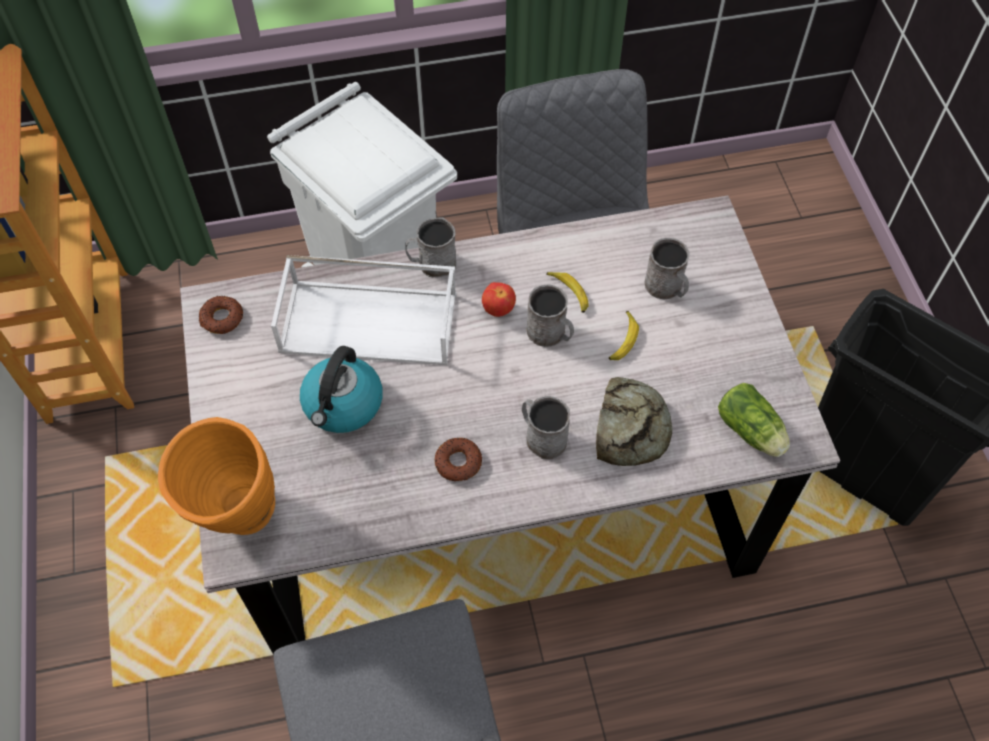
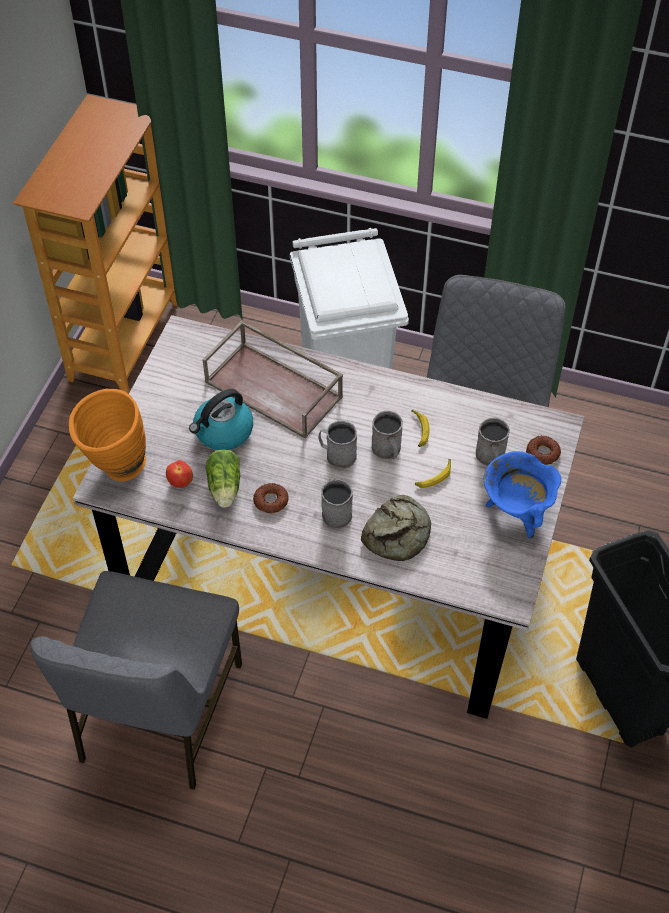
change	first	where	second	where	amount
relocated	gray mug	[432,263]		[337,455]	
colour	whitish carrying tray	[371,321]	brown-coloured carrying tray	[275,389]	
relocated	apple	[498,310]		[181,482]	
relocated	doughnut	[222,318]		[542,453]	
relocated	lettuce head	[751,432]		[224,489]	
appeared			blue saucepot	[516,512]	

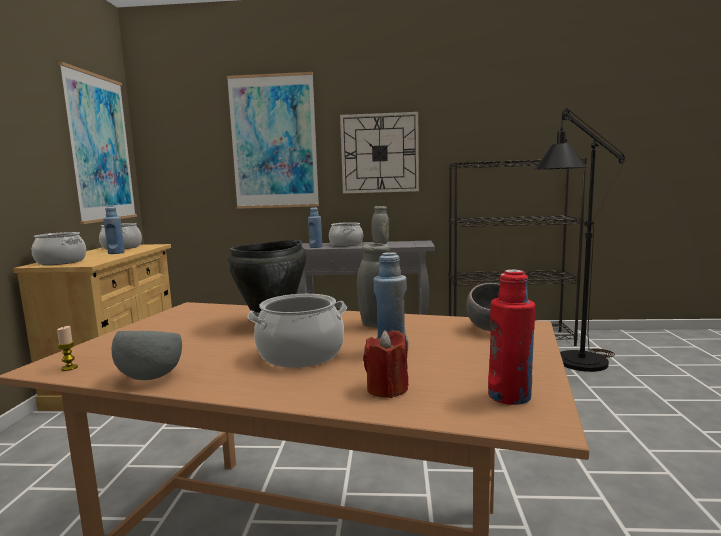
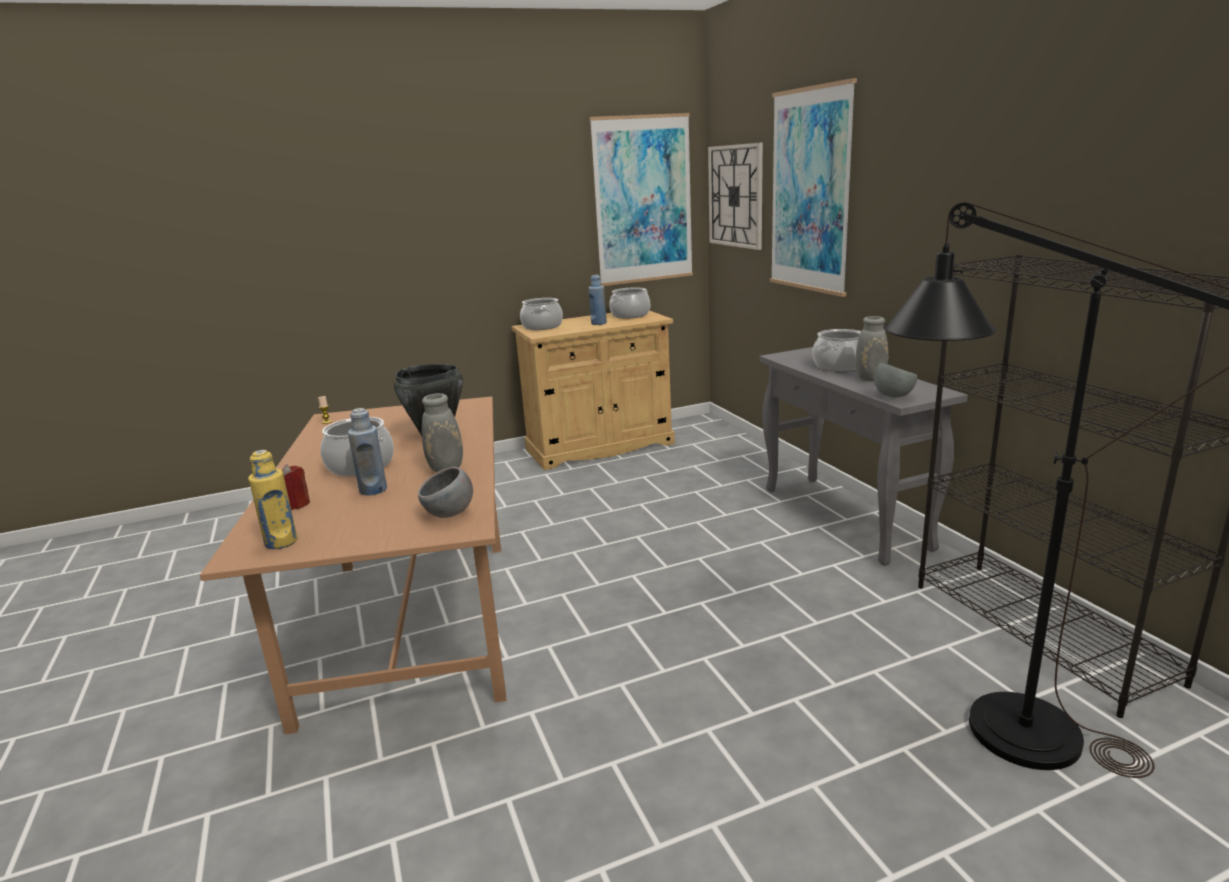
change	first	where	second	where	amount
relocated	clock on the wall	[379,153]		[735,196]	
missing	blue bottle	[316,247]			
colour	reddish bottle	[509,396]	yellow-coloured bottle	[281,542]	
relocated	gray bowl	[150,378]		[893,396]	

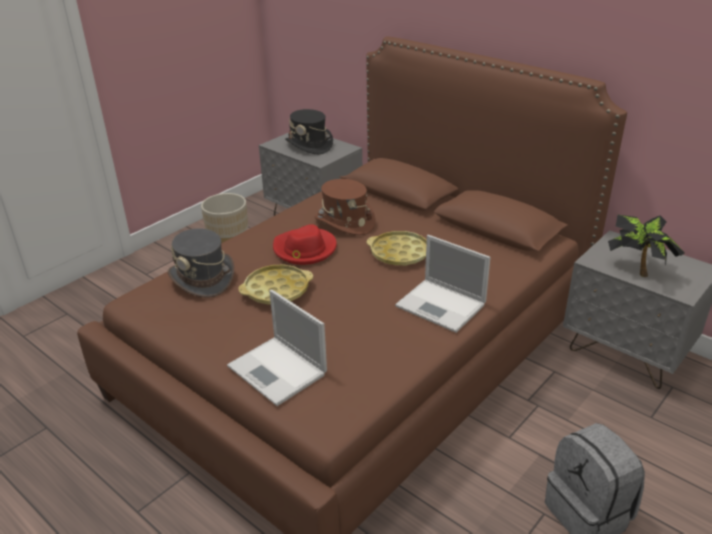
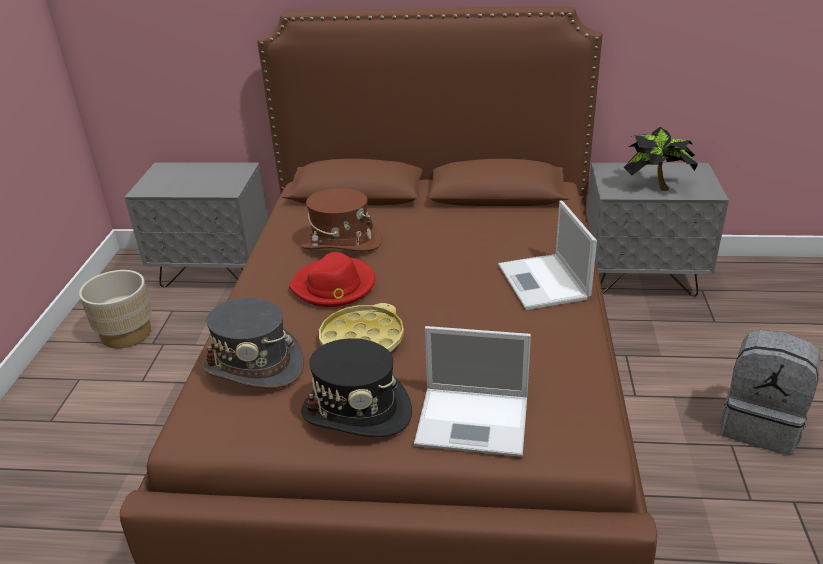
change	first	where	second	where	amount
relocated	blackish wearable hat	[309,145]		[357,411]	
missing	yellow-coloured carrying tray	[400,253]			
spun	notebook computer	[442,306]		[544,283]	75 degrees clockwise

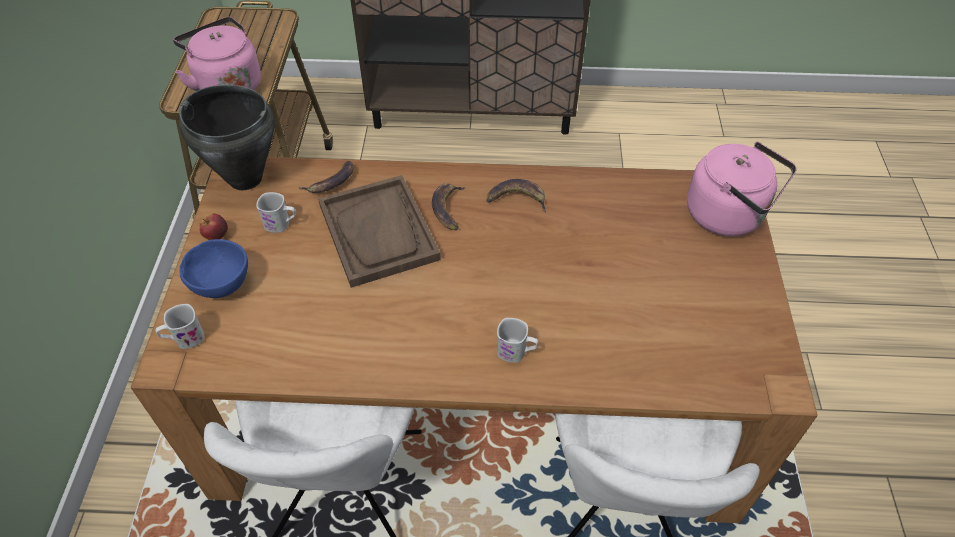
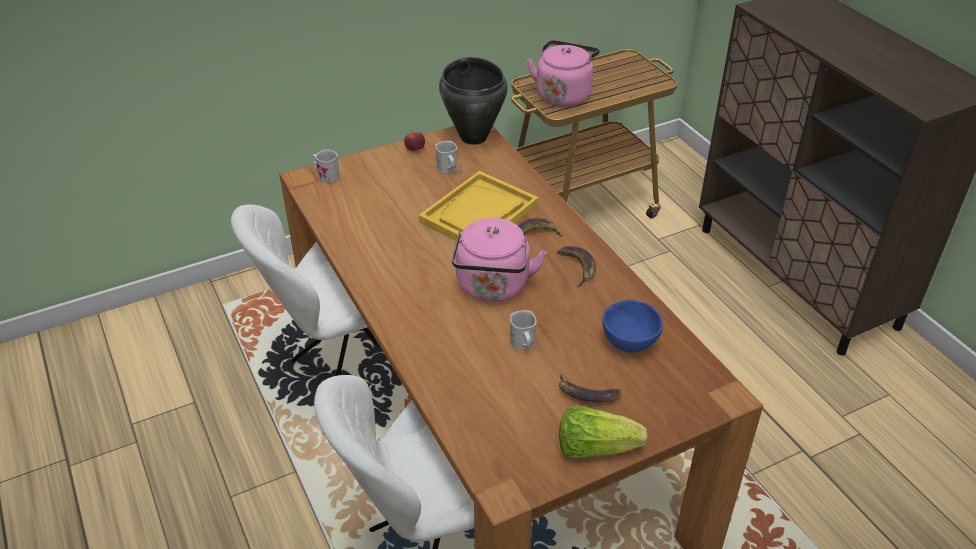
change	first	where	second	where	amount
relocated	pinkish tea kettle	[729,215]		[493,287]	
relocated	banana fruit	[331,182]		[587,394]	
colour	brown-coloured carrying tray	[378,232]	yellow-coloured carrying tray	[479,214]	
relocated	blue bowl	[221,283]		[630,341]	
relocated	whitish mug	[516,352]		[523,345]	
appeared			lettuce head	[595,448]	

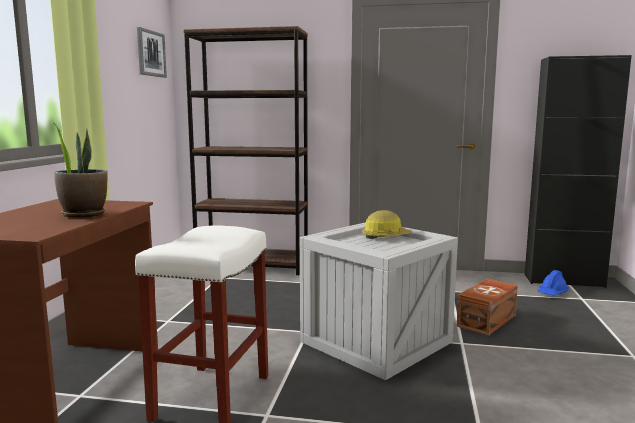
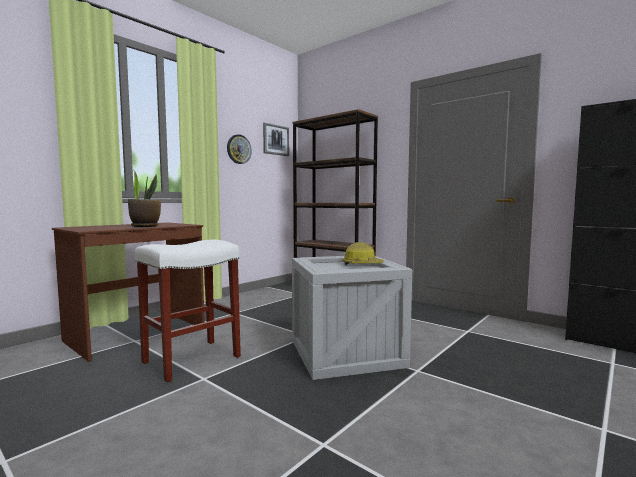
change	first	where	second	where	amount
missing	blue work helmet	[552,293]			
missing	brown-coloured storage bin	[488,320]			
appeared			clock on the wall	[238,149]	

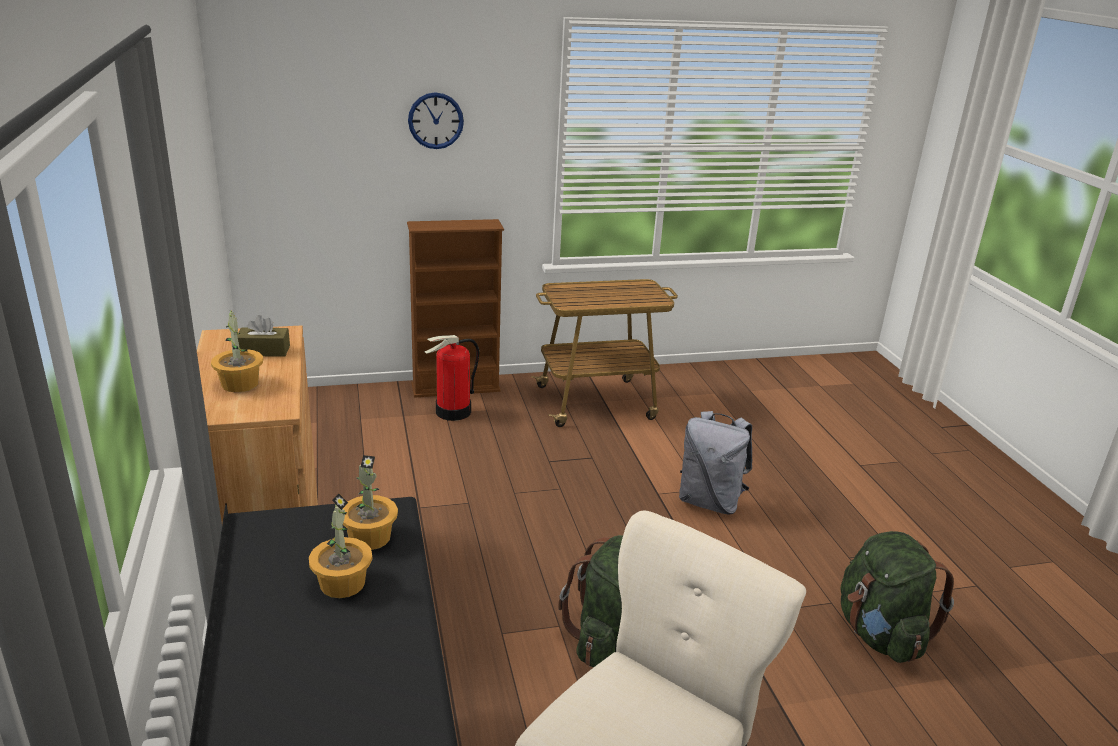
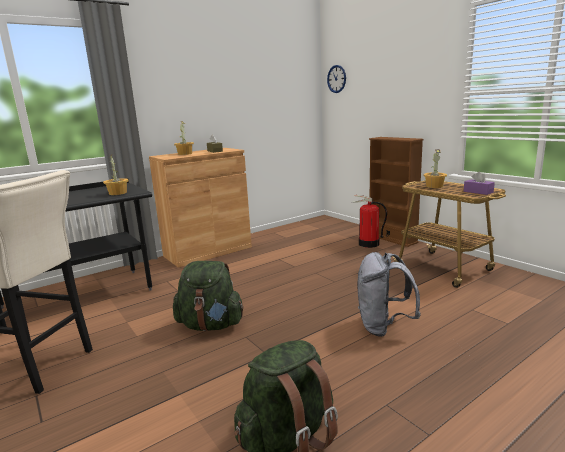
change	first	where	second	where	amount
relocated	clock on the wall	[435,120]		[336,79]	
relocated	plant in a pot	[341,583]		[434,186]	
appeared			purple box of tissues	[478,192]	

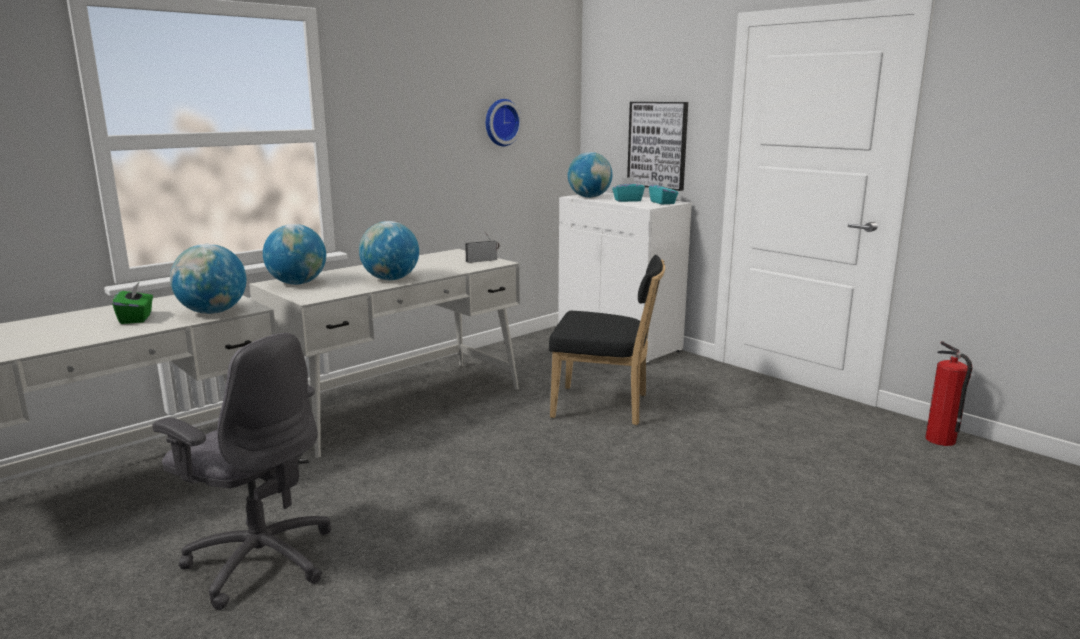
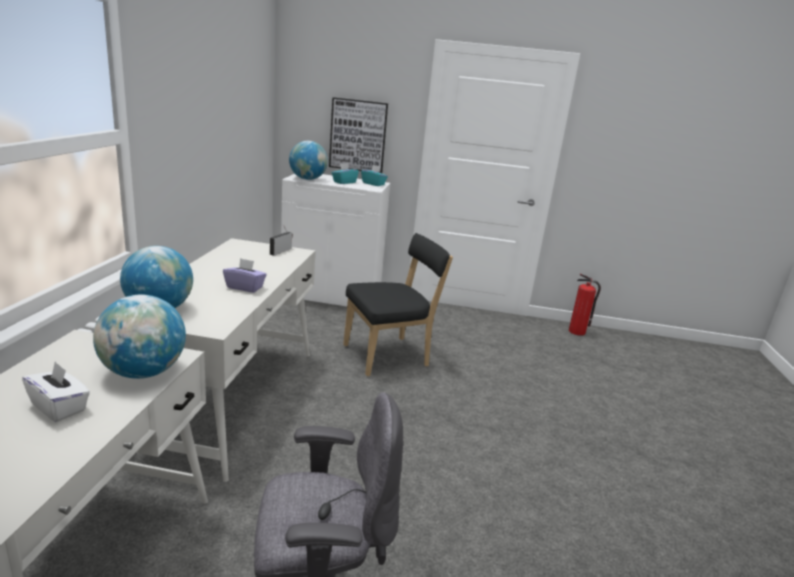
change	first	where	second	where	amount
missing	clock on the wall	[500,122]			
exchanged	desk globe	[390,279]	purple box of tissues	[245,287]	
colour	green box of tissues	[136,318]	whitish box of tissues	[59,407]	

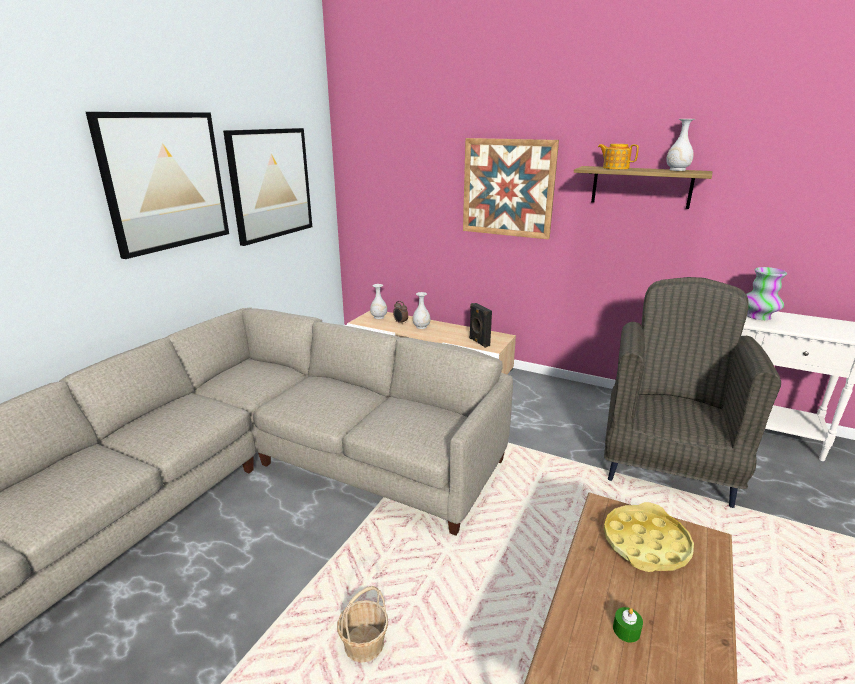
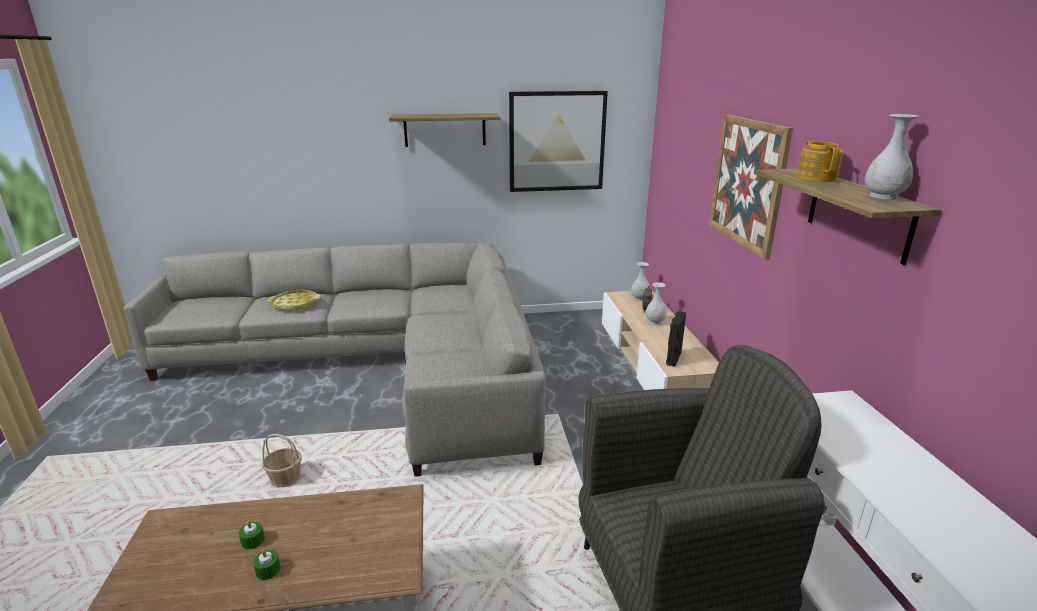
change	first	where	second	where	amount
exchanged	picture	[165,181]	bracket shelf	[445,130]	
missing	decorative vase	[758,316]			
relocated	yellow-coloured carrying tray	[645,543]		[295,303]	
appeared			green wax candle	[268,570]	

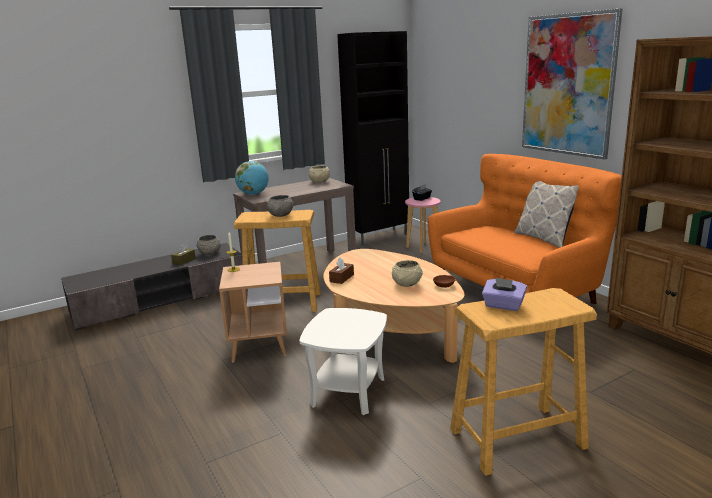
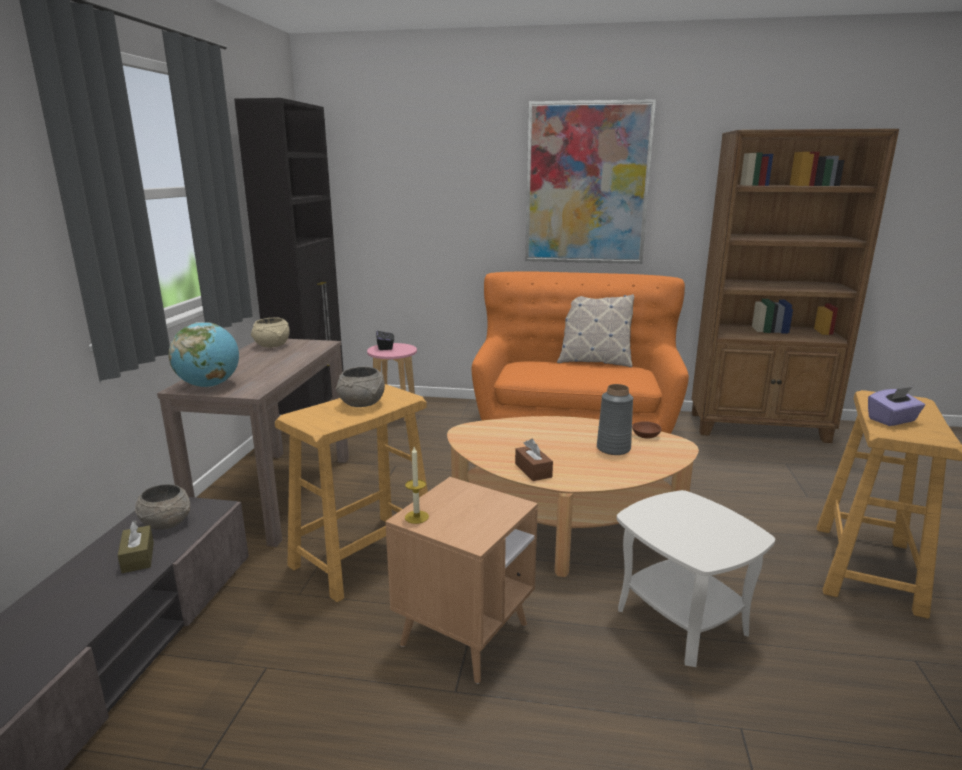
change	first	where	second	where	amount
exchanged	beige-coloured bowl	[406,284]	gray decorative vase	[613,448]	

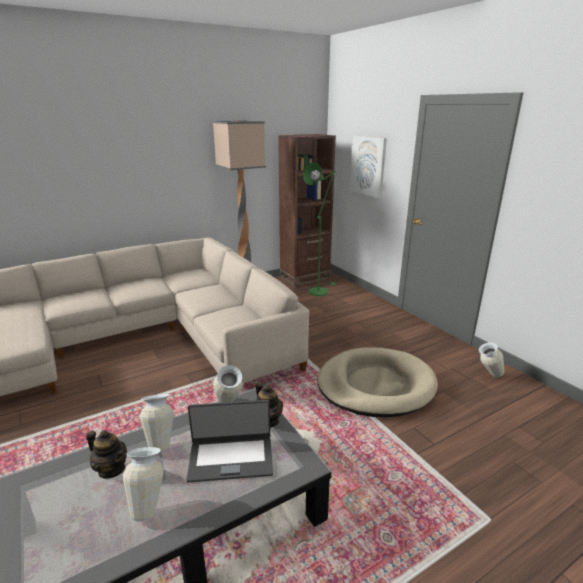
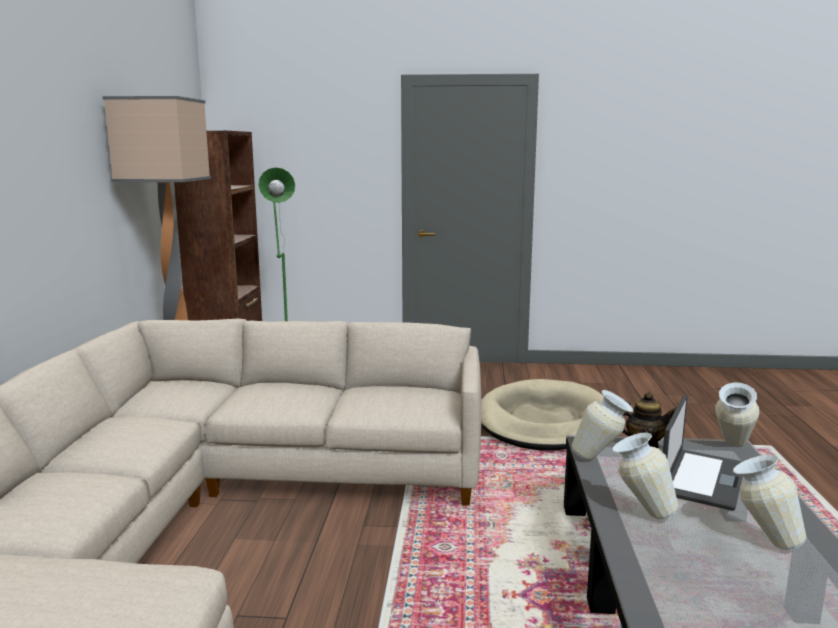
change	first	where	second	where	amount
missing	picture	[368,166]			
relocated	decorative vase	[487,375]		[731,449]	
missing	teapot	[111,469]			

